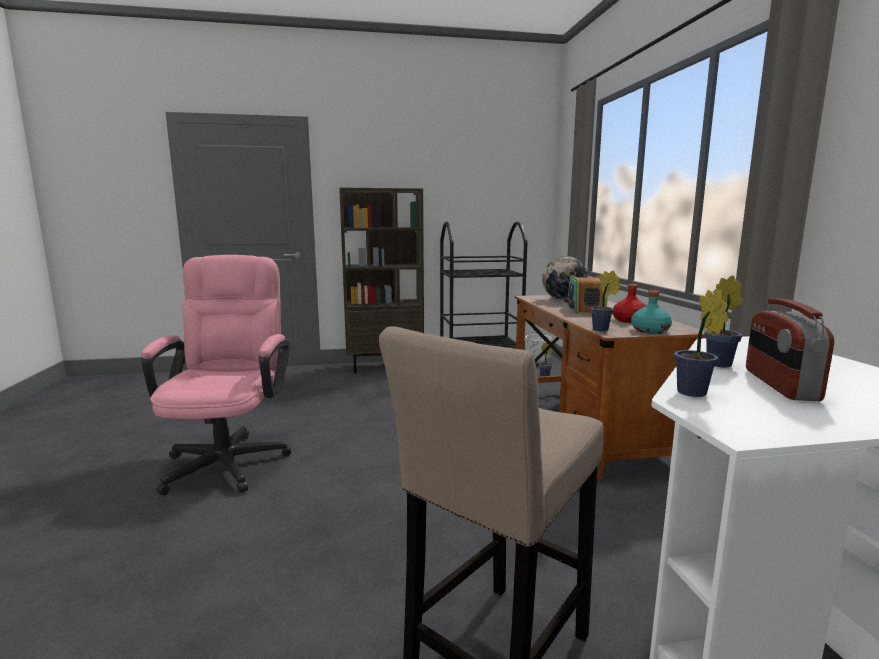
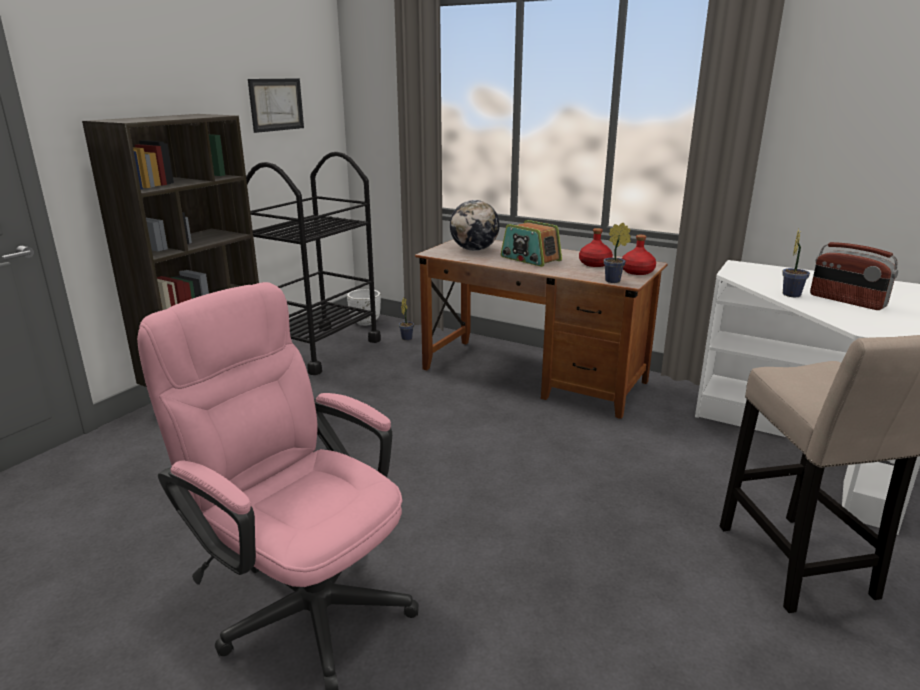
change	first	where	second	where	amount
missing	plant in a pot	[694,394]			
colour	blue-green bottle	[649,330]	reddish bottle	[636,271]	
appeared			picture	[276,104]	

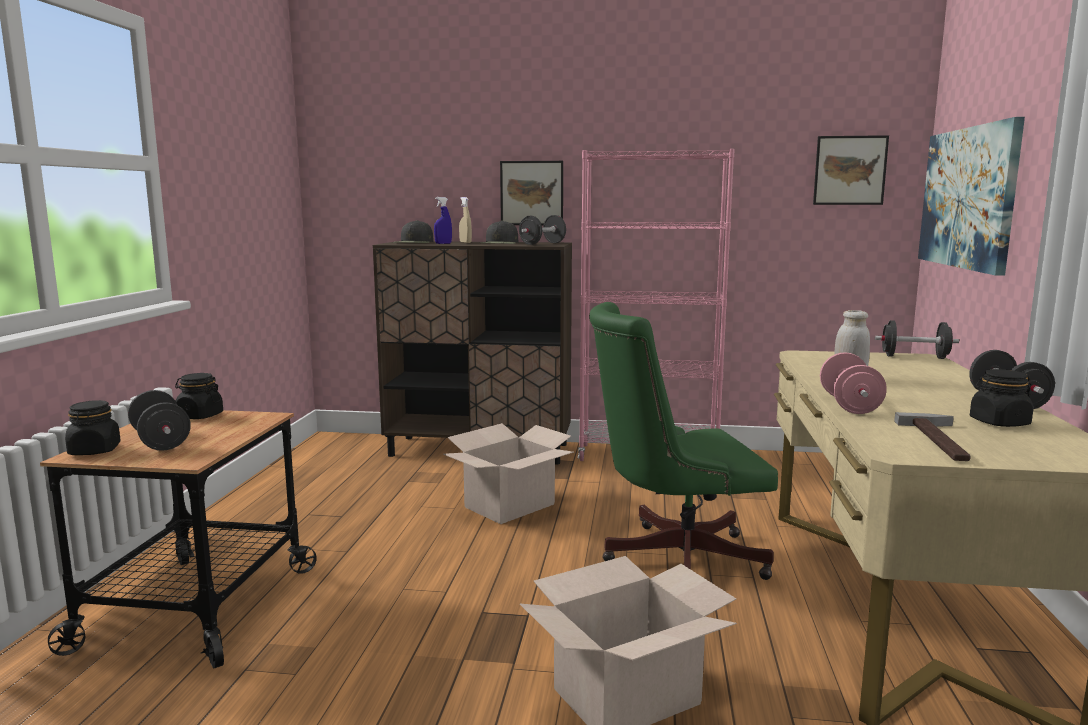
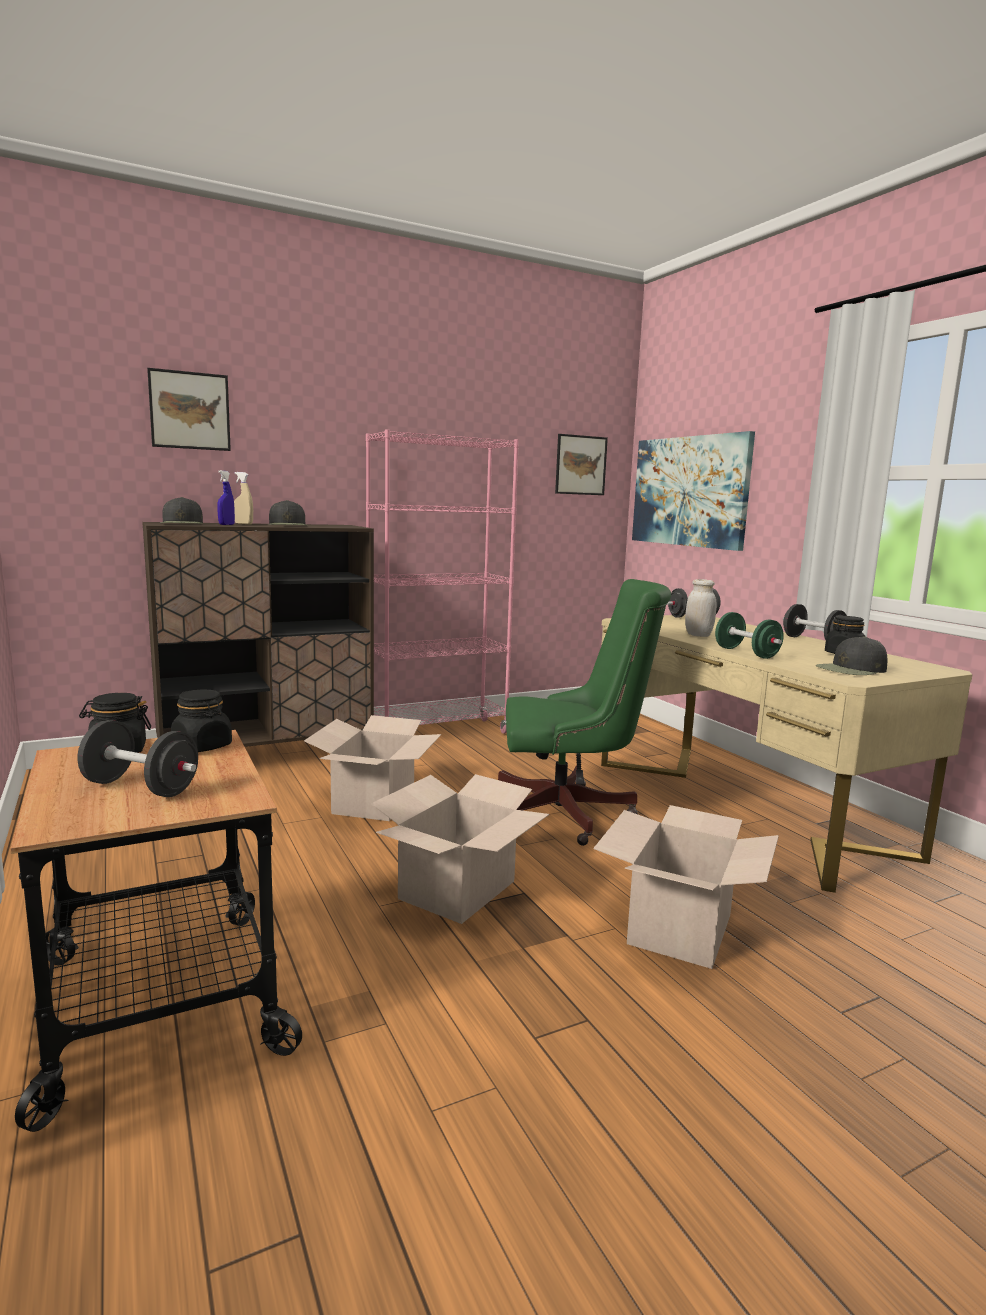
change	first	where	second	where	amount
relocated	picture	[531,193]		[190,410]	
missing	blackish hand weight	[542,244]			
spun	green desk chair	[673,559]		[570,814]	135 degrees counterclockwise
colour	pinkish hand weight	[849,405]	green hand weight	[746,653]	
relocated	blackish preserve jar	[95,451]		[202,746]	
exchanged	tool hammer	[943,441]	blackish peaked cap	[851,669]	
appeared			carton	[457,889]	

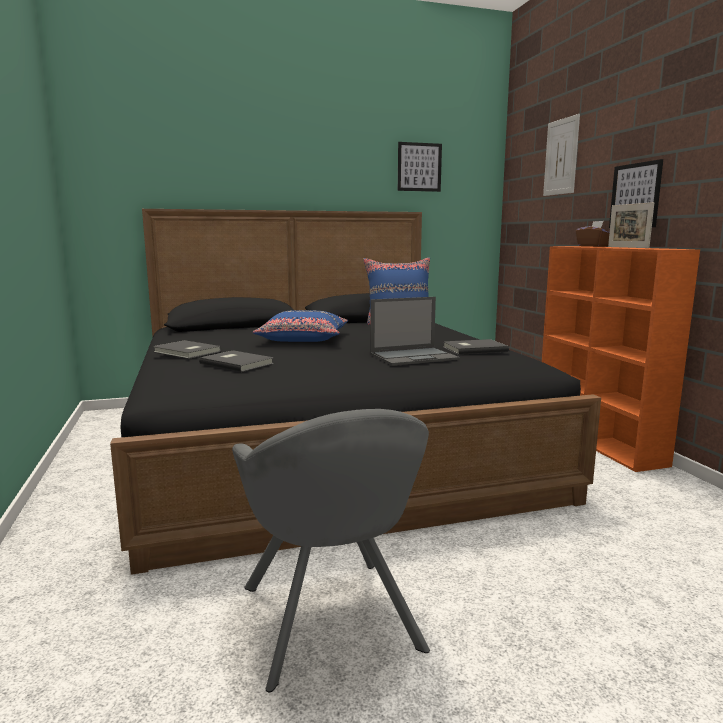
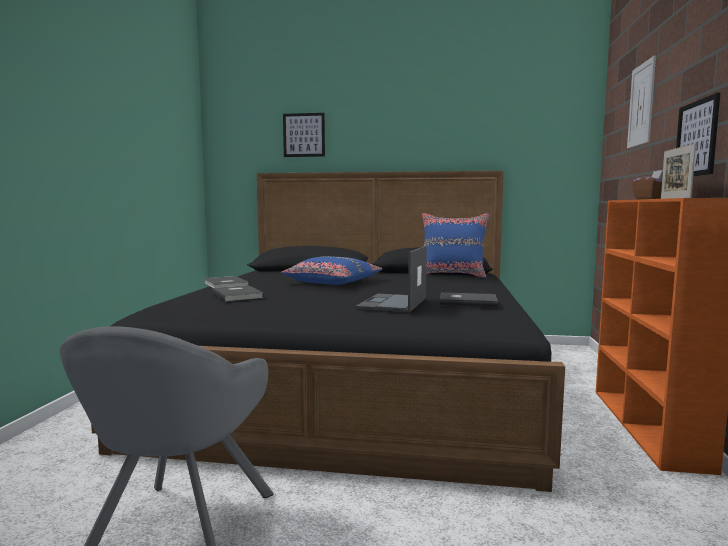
change	first	where	second	where	amount
relocated	picture	[419,167]		[304,135]	
spun	notebook computer	[414,357]		[392,303]	105 degrees clockwise

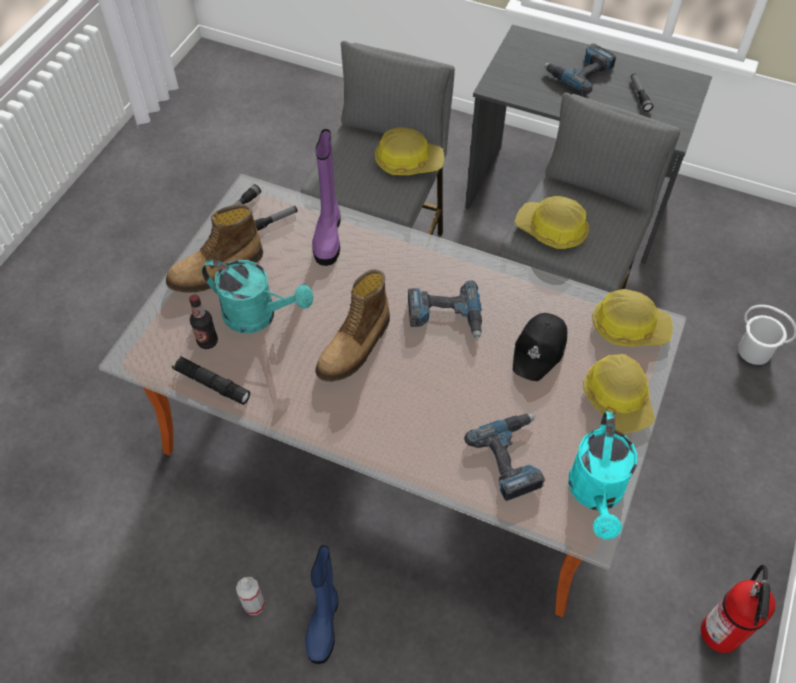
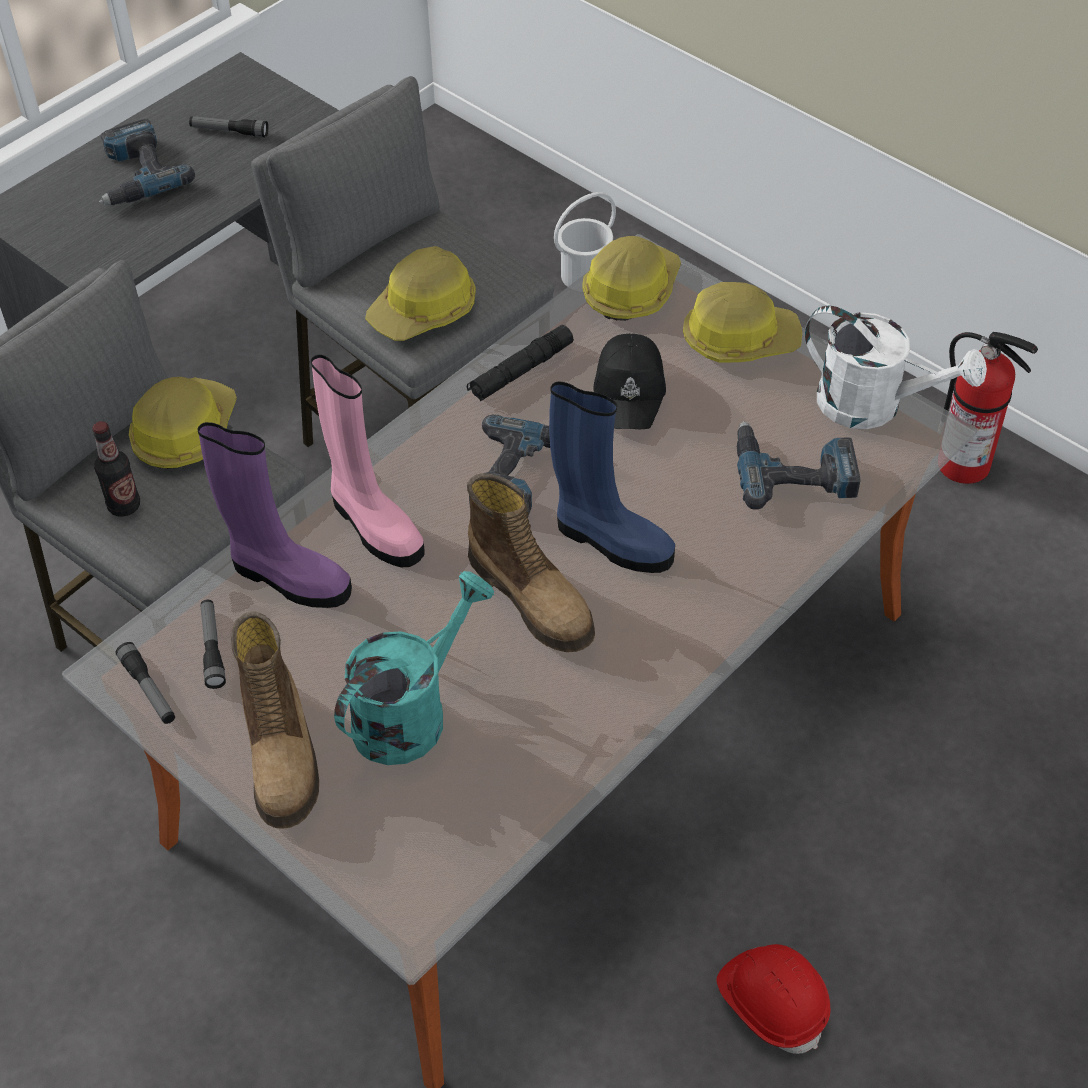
change	first	where	second	where	amount
relocated	bottle	[207,341]		[124,506]	
spun	blackish peaked cap	[540,350]		[630,390]	45 degrees clockwise
relocated	blackish torch	[212,384]		[521,371]	
colour	blue-green watering pot	[596,494]	whitish watering pot	[874,406]	
relocated	blue tall boot	[324,623]		[610,541]	
exchanged	sprayer	[254,604]	reddish work helmet	[772,1003]	
appeared			pinkish tall boot	[373,525]	

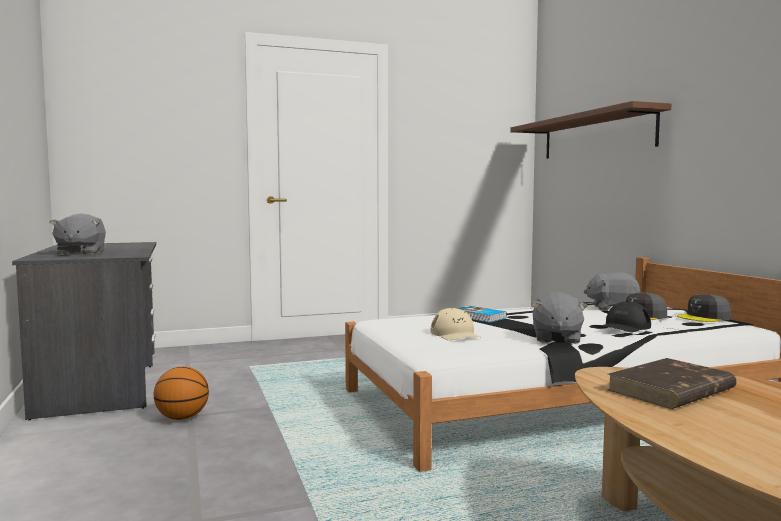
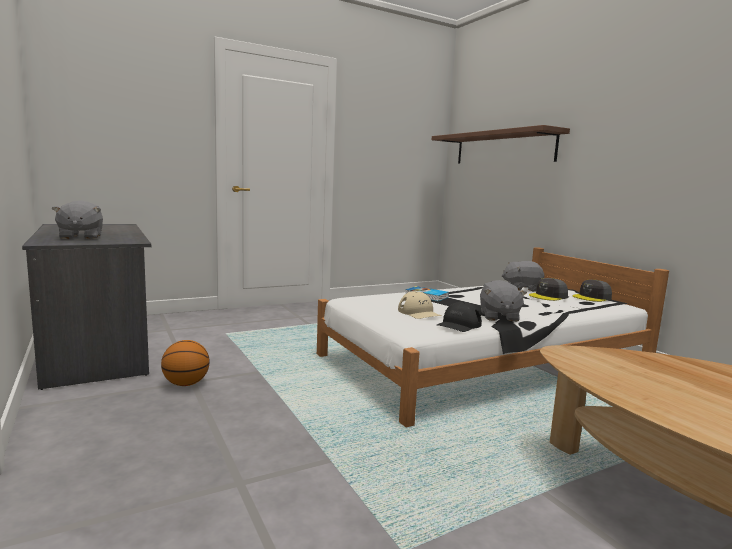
change	first	where	second	where	amount
relocated	blackish peaked cap	[624,327]		[458,325]	
missing	brown-coloured bound book	[670,390]			

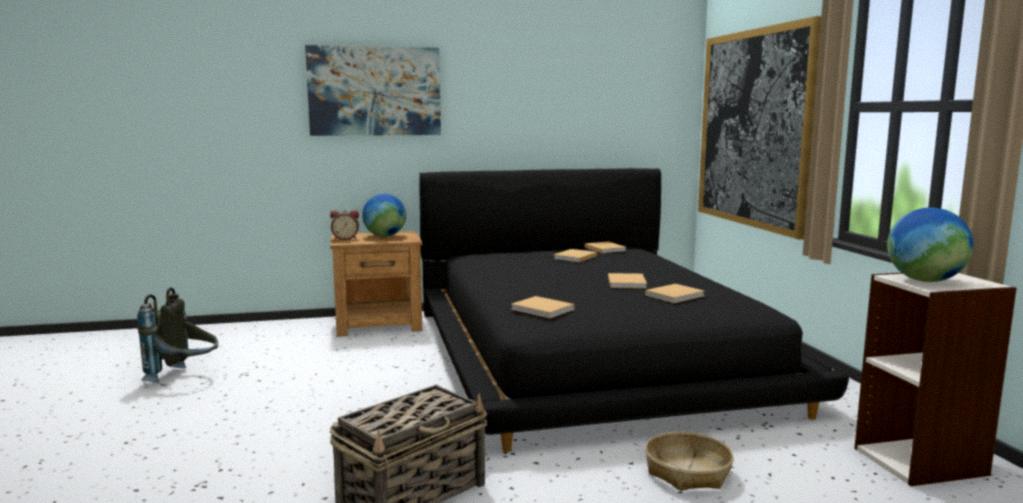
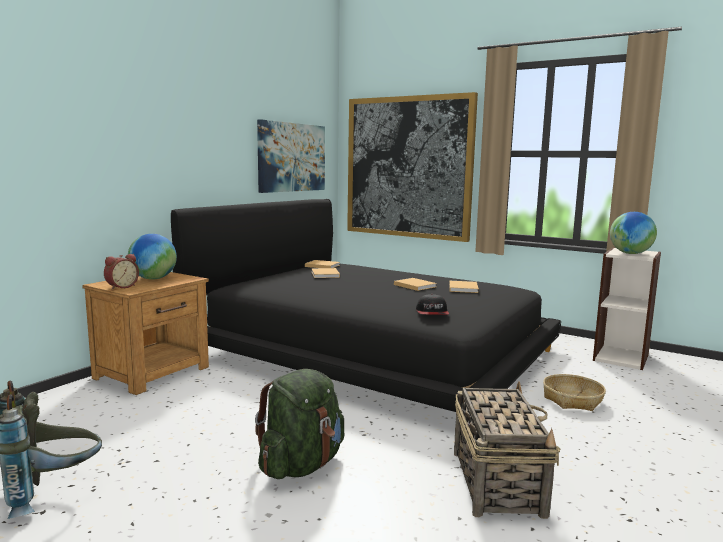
change	first	where	second	where	amount
relocated	picture	[374,91]		[292,157]	
exchanged	beige-coloured bound book	[544,310]	peaked cap	[432,313]	
appeared			green backpack	[301,465]	

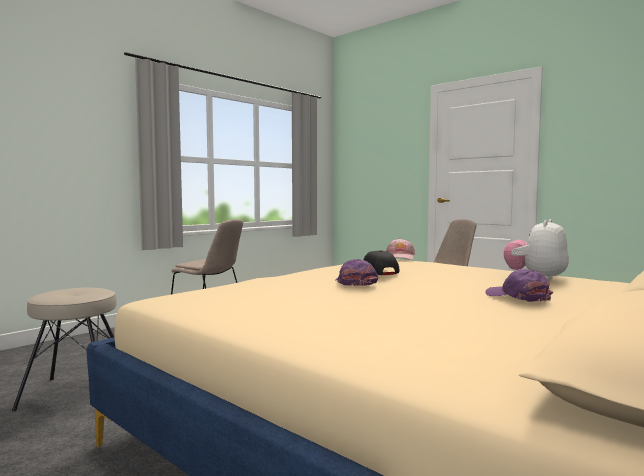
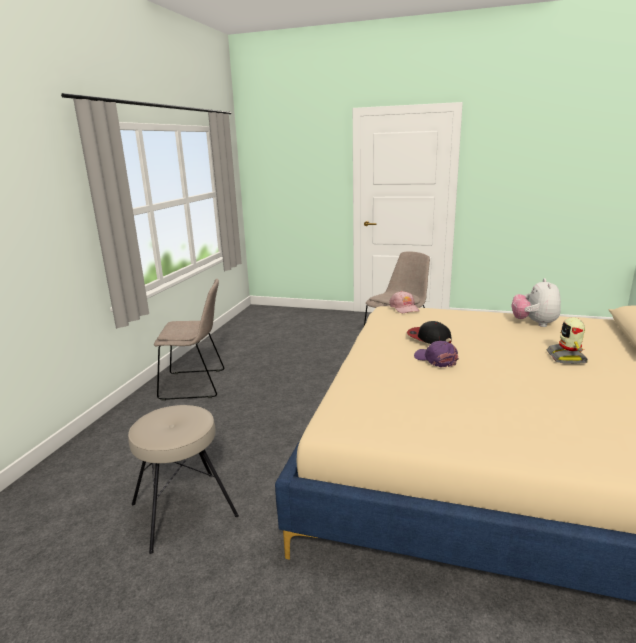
change	first	where	second	where	amount
exchanged	purple peaked cap	[518,297]	robot figure	[567,357]	

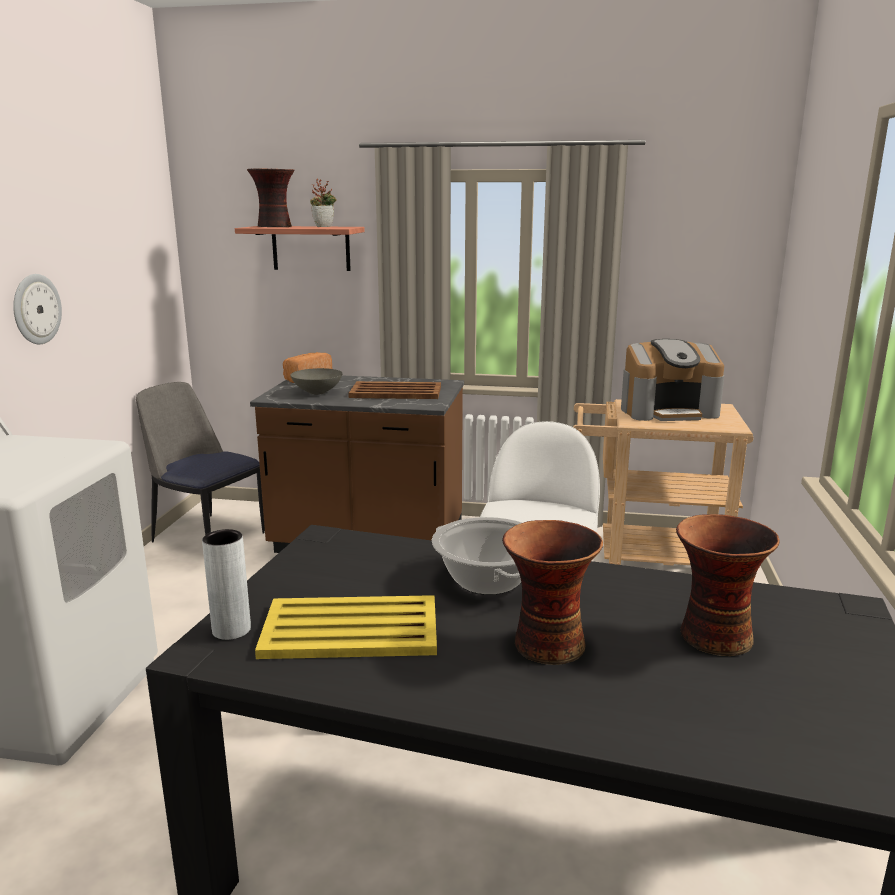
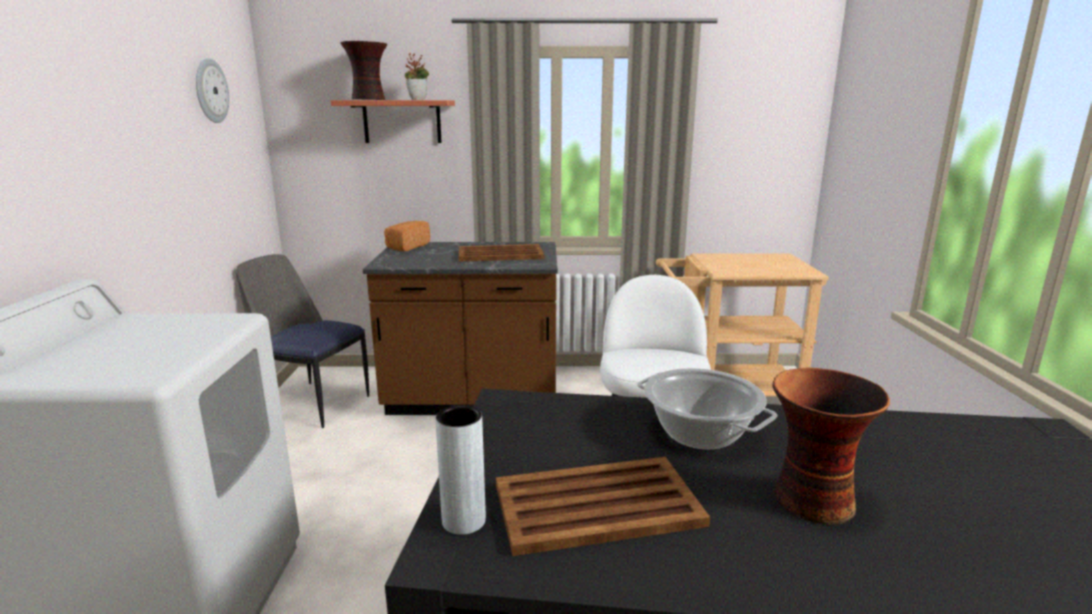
change	first	where	second	where	amount
relocated	clock on the wall	[36,309]		[210,91]	
missing	coffee machine	[668,411]			
missing	gray bowl	[317,392]			
missing	decorative vase	[713,636]			
colour	yellow-coloured carrying tray	[352,629]	brown-coloured carrying tray	[599,505]	

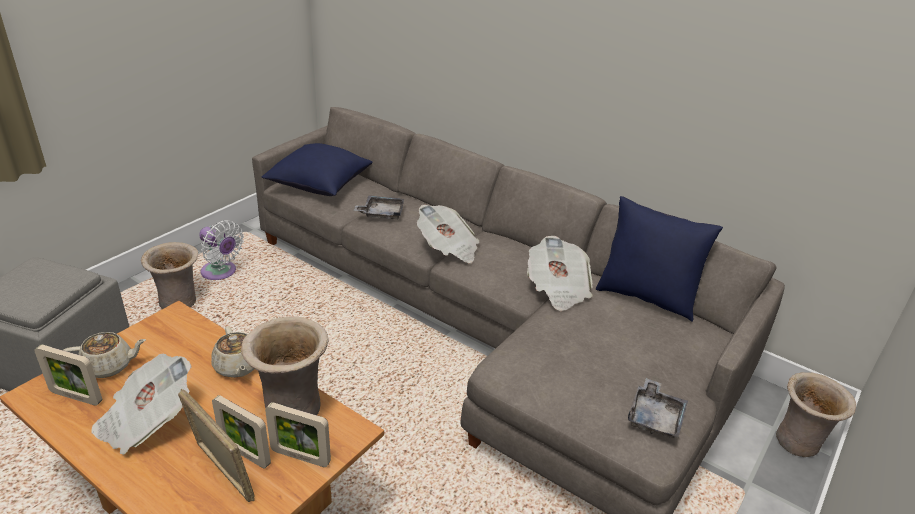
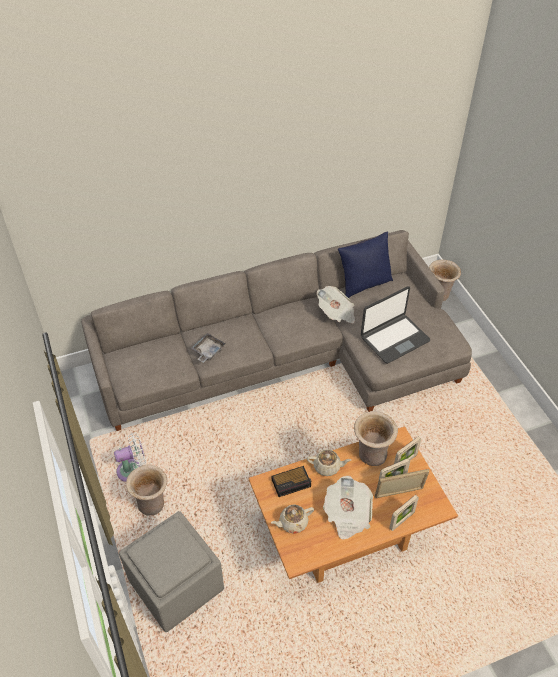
change	first	where	second	where	amount
missing	blue cushion	[319,185]			
missing	newspaper	[448,248]			
spun	beige-coloured teapot	[109,366]		[292,523]	135 degrees counterclockwise
relocated	standing frame	[76,397]		[401,521]	
missing	gray carrying tray	[655,417]			
appeared			notebook computer	[394,339]	
appeared			alarm clock	[292,483]	

